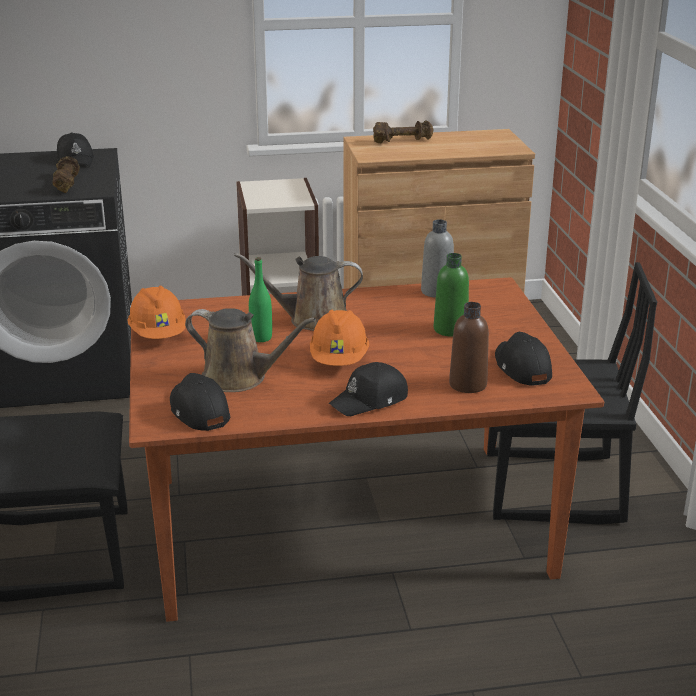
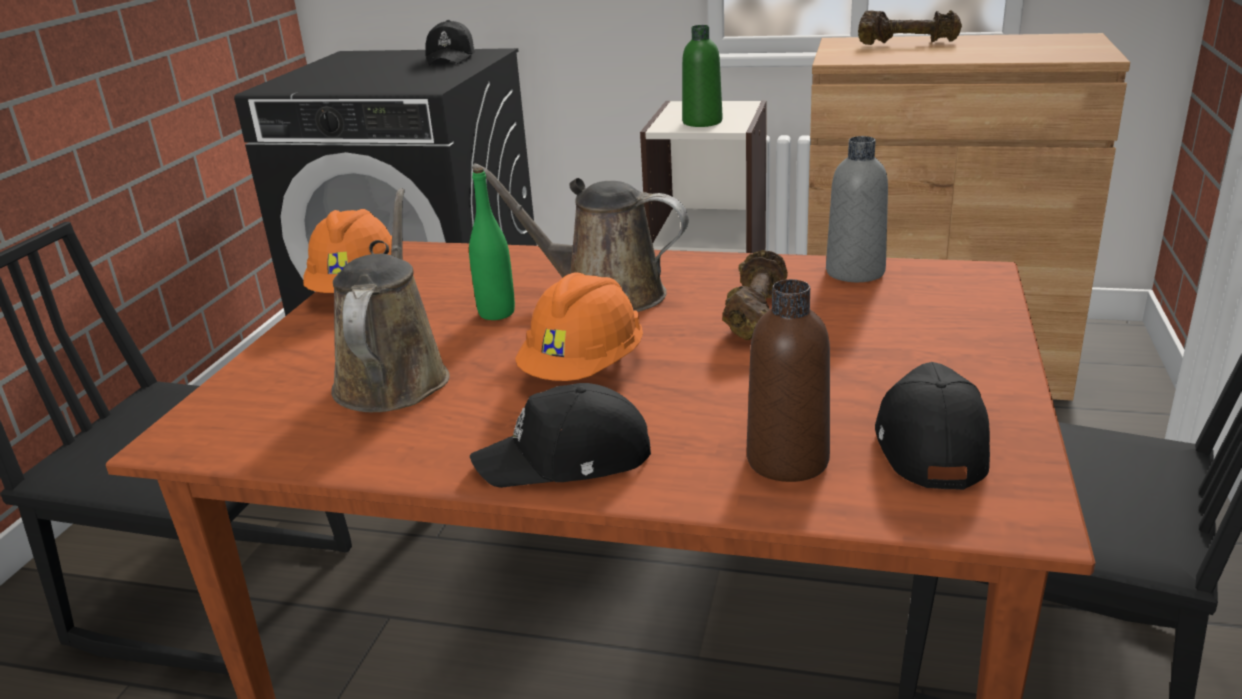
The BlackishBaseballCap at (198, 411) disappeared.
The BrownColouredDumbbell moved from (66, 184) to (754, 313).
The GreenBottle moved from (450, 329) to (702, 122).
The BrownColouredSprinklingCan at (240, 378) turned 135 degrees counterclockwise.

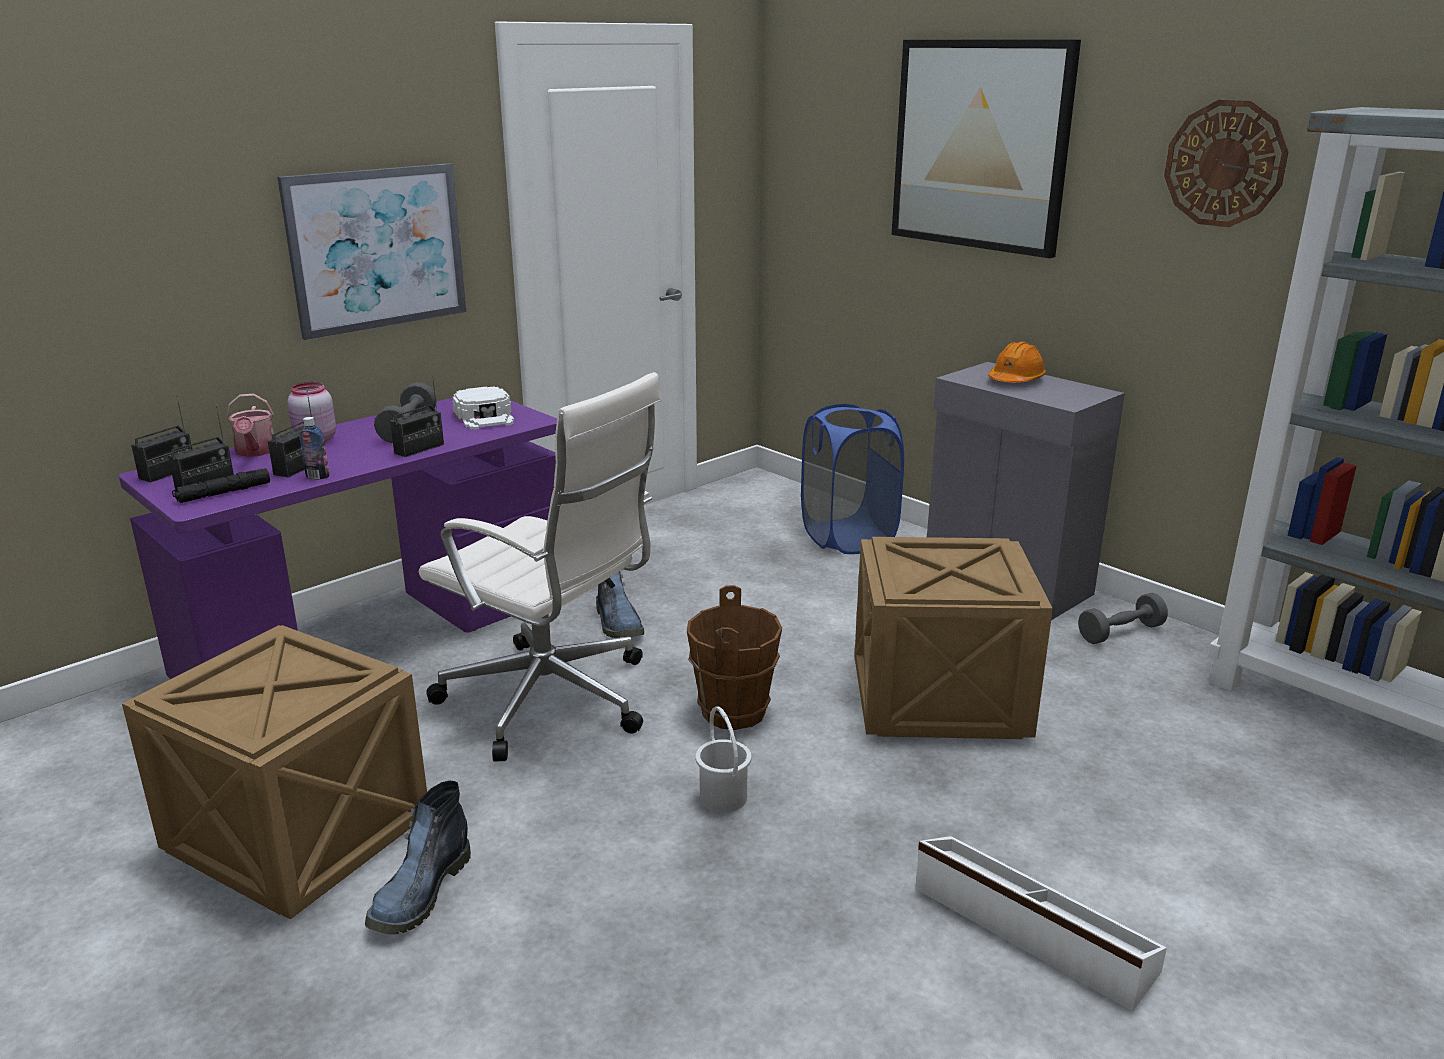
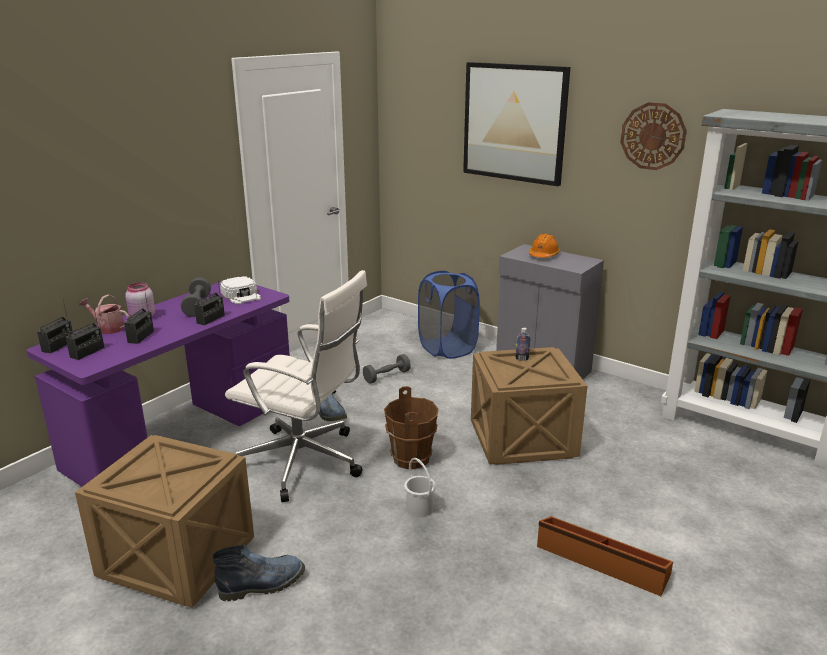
The BlackishHandTorch at (223, 493) disappeared.
The WallPicture at (377, 249) disappeared.
The Bottle moved from (317, 477) to (522, 359).
The GreyishDumbbell moved from (1120, 633) to (386, 376).
The WhitishStorageBin at (1030, 930) became the BrownColouredStorageBin at (601, 561).
The SprinklingCan at (255, 452) turned 135 degrees clockwise.
The Boot at (420, 894) turned 120 degrees counterclockwise.

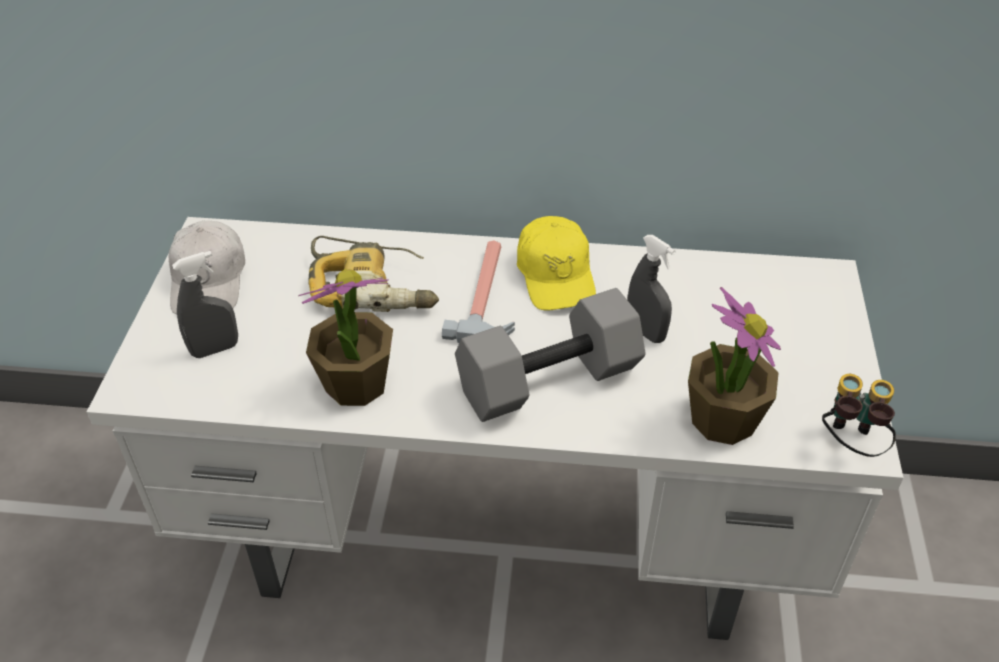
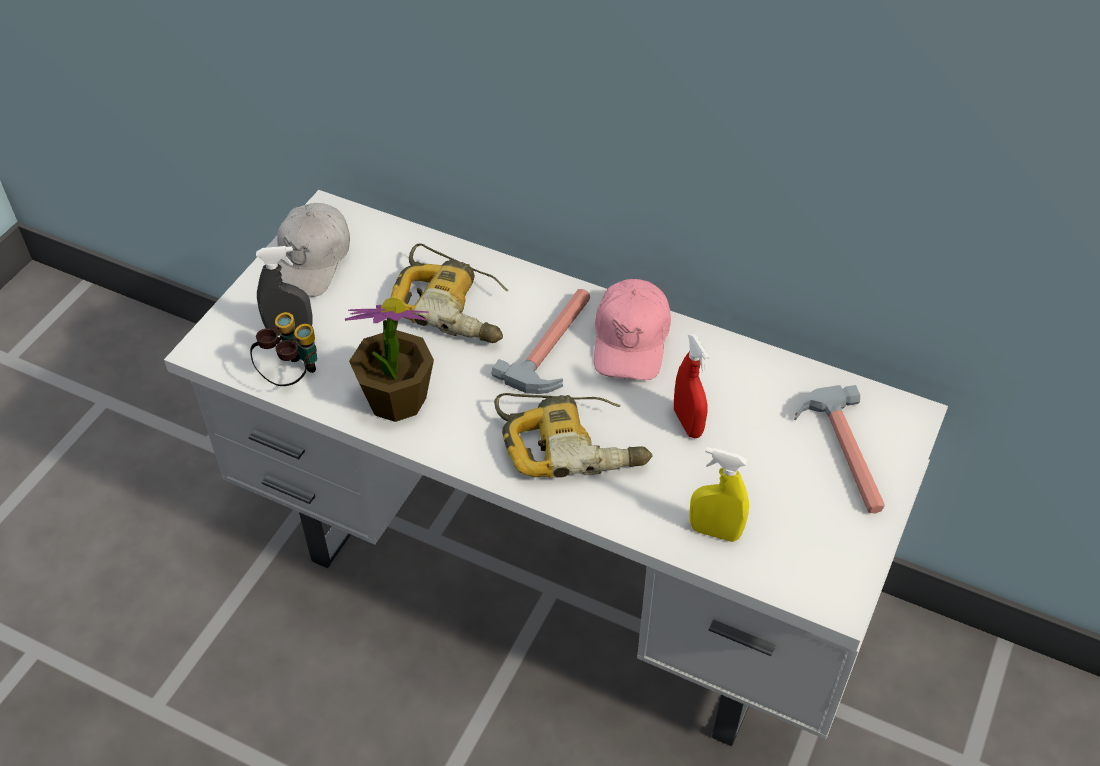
The HandHammer at (843, 454) appeared.
The Binoculars moved from (849, 444) to (291, 375).
The GreyishDumbbell at (549, 378) was replaced by the ElectricDrill at (572, 443).
The Houseplant at (722, 419) was replaced by the YellowColouredHandSprayer at (714, 531).
The YellowColouredBaseballCap at (556, 275) became the PinkishBaseballCap at (631, 340).
The GreyishHandSprayer at (645, 332) became the ReddishHandSprayer at (687, 423).

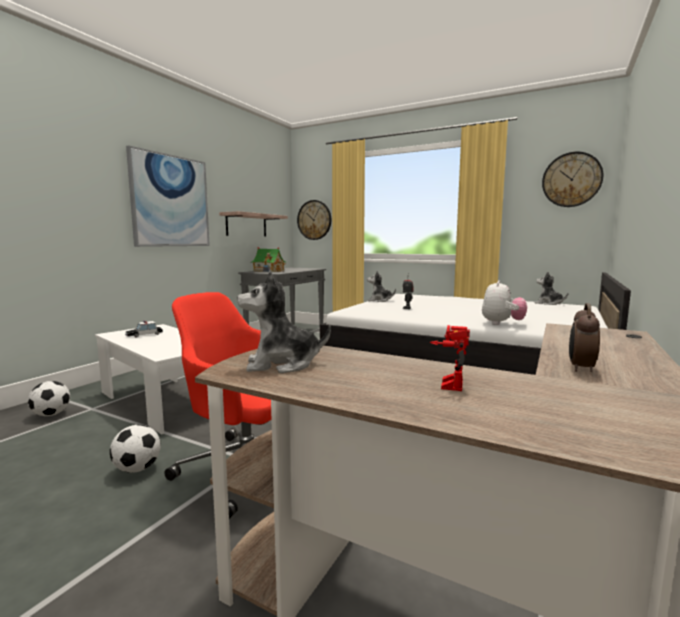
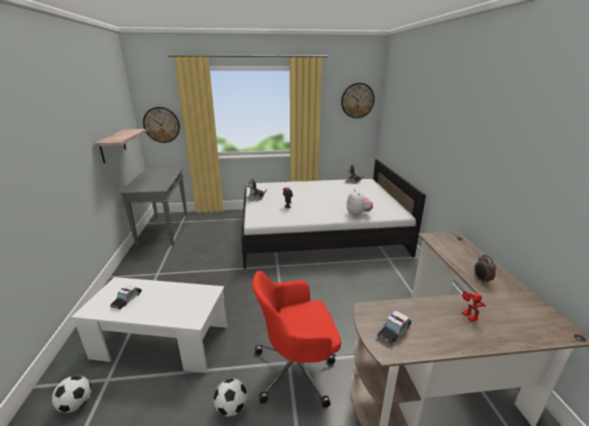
The WallPicture at (171, 201) disappeared.
The MiniatureHouse at (268, 271) disappeared.
The CuddlyToy at (282, 364) was replaced by the ModelCar at (394, 331).

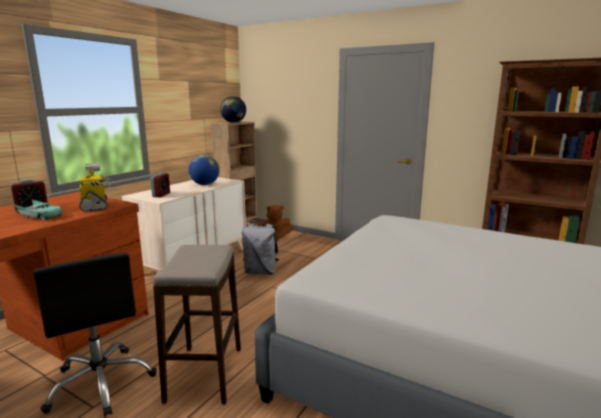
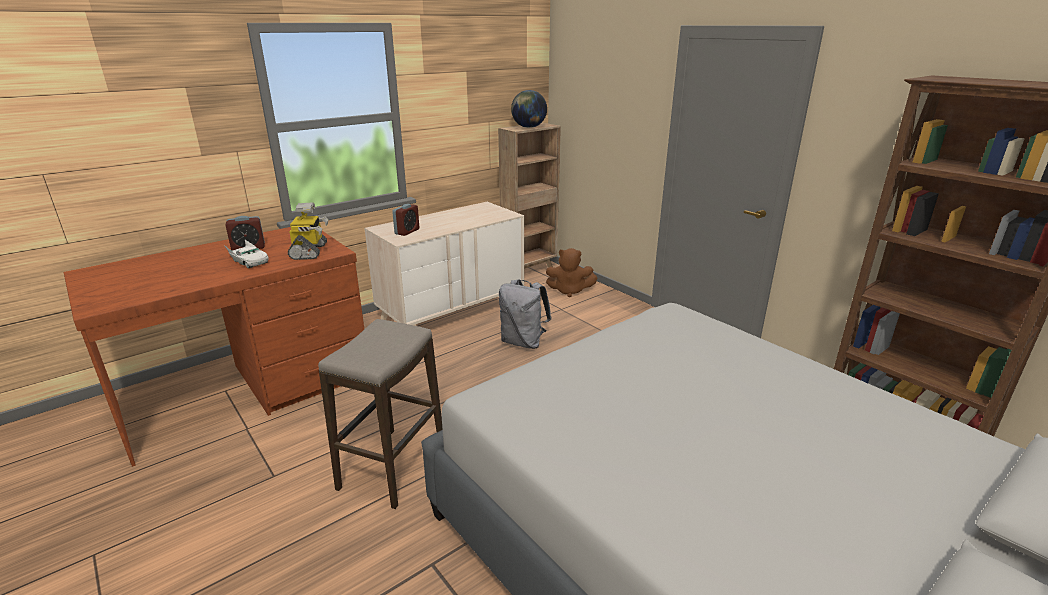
The BlackishOfficeChair at (101, 383) disappeared.
The DeskGlobe at (205, 184) disappeared.
The TurquoiseModelCar at (40, 216) became the WhitishModelCar at (249, 261).

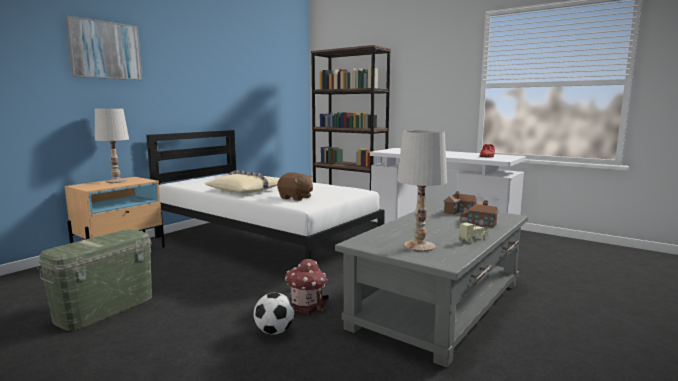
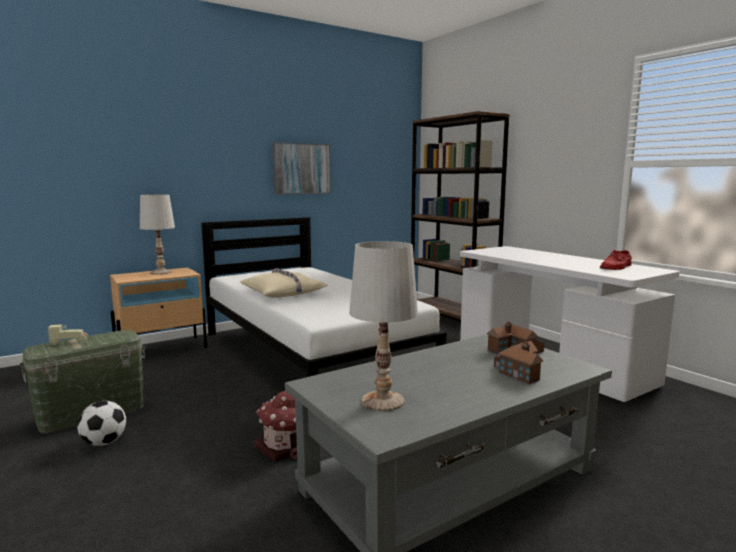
The BrownColouredCuddlyToy at (295, 198) disappeared.
The WallPicture moved from (105, 50) to (301, 168).
The Football moved from (274, 331) to (104, 442).
The BeigeColouredModelCar moved from (472, 239) to (69, 342).

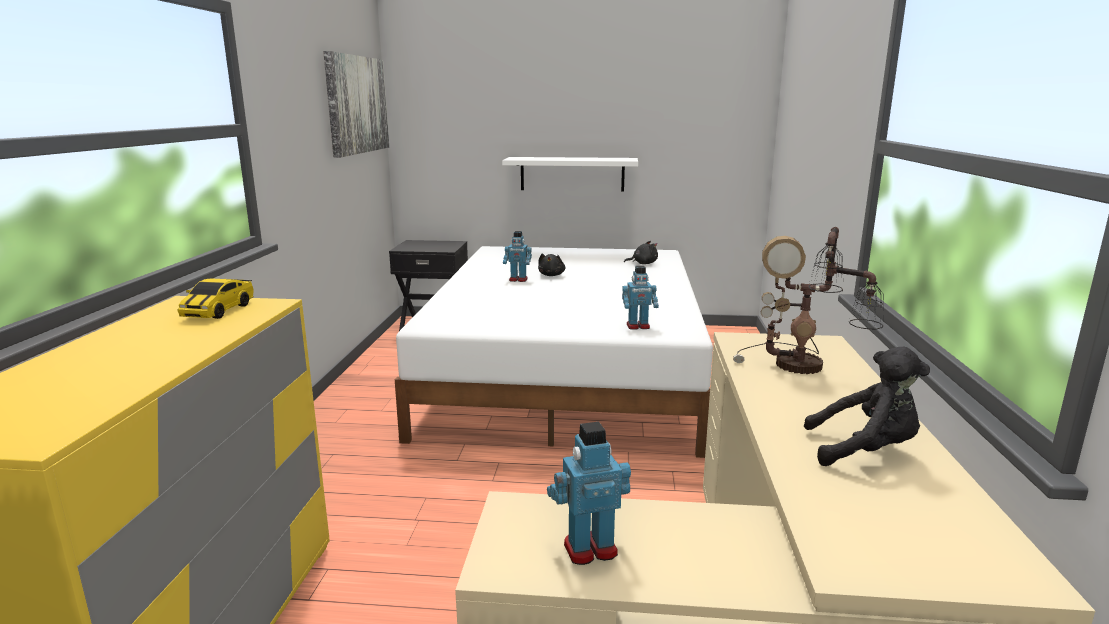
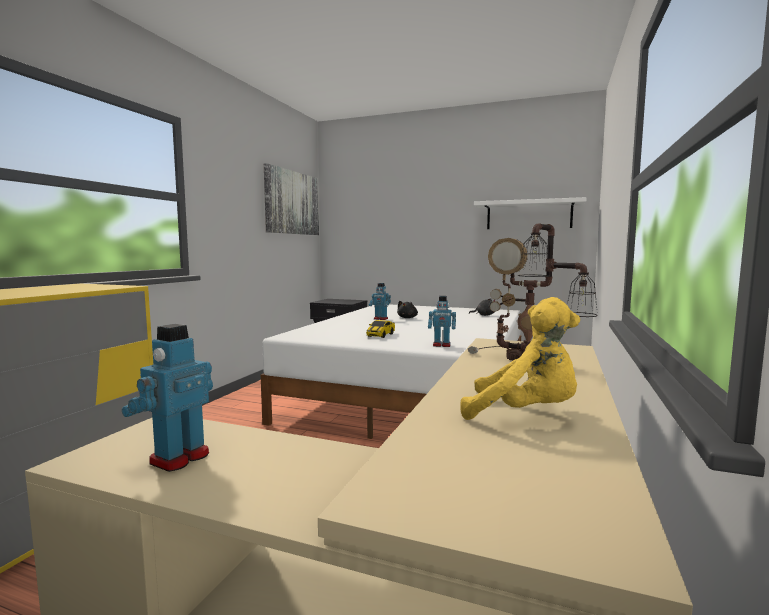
The ModelCar moved from (219, 310) to (381, 335).
The WhitishBracketShelf moved from (572, 174) to (528, 215).
The BlackishCuddlyToy at (864, 451) became the YellowColouredCuddlyToy at (525, 414).
The ToyRobot at (589, 548) turned 60 degrees counterclockwise.

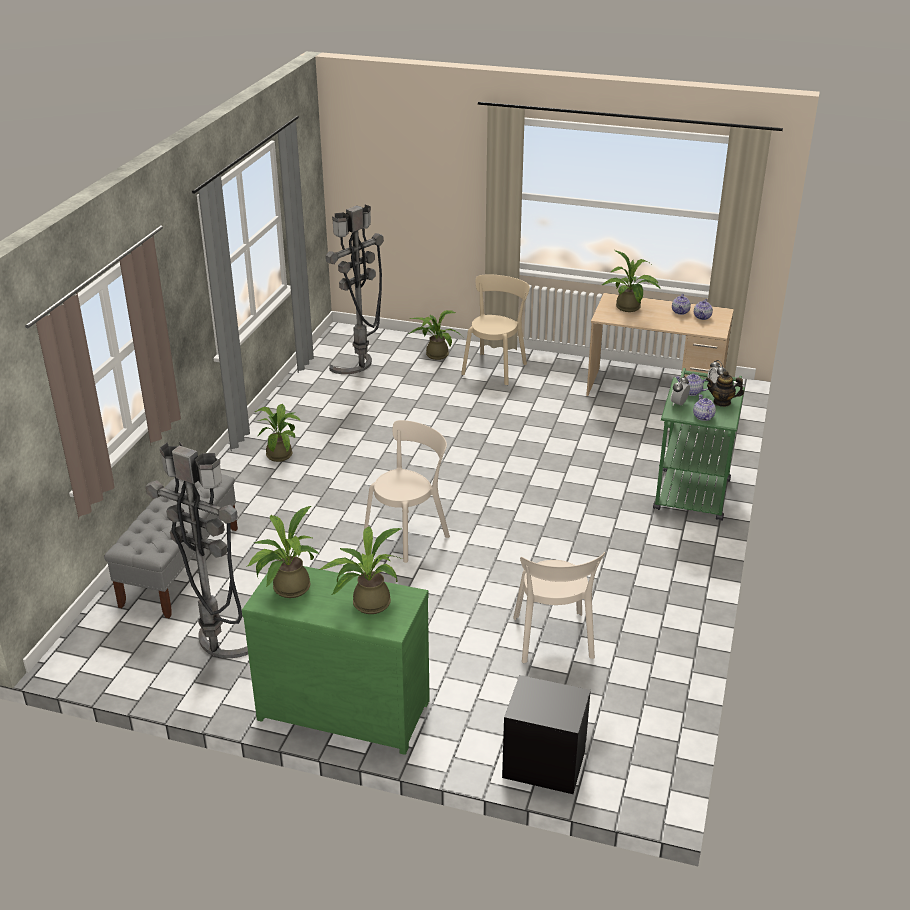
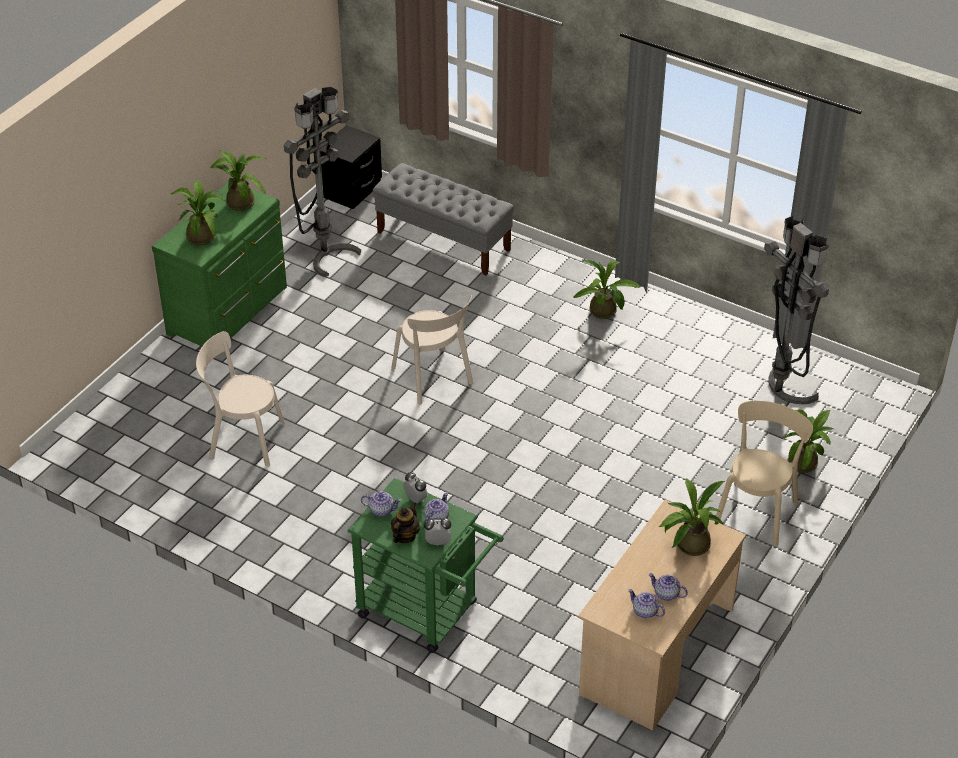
The BlackishNightTable moved from (544, 763) to (352, 191).
The BeigeColouredPlainChair at (495, 367) turned 105 degrees counterclockwise.

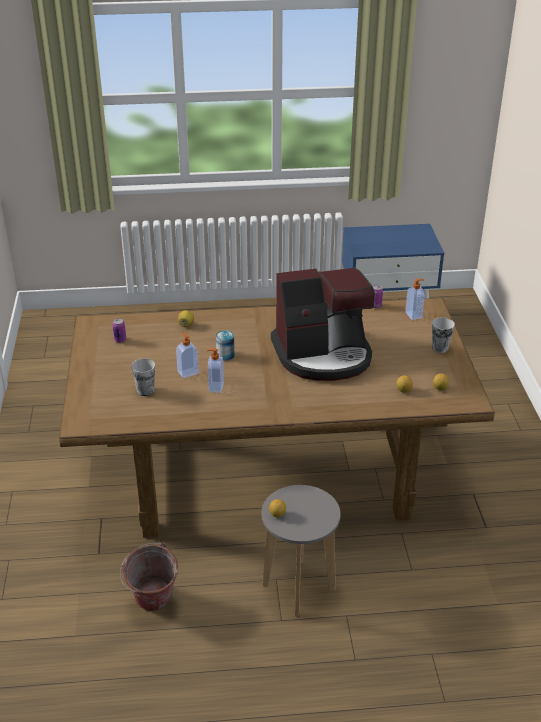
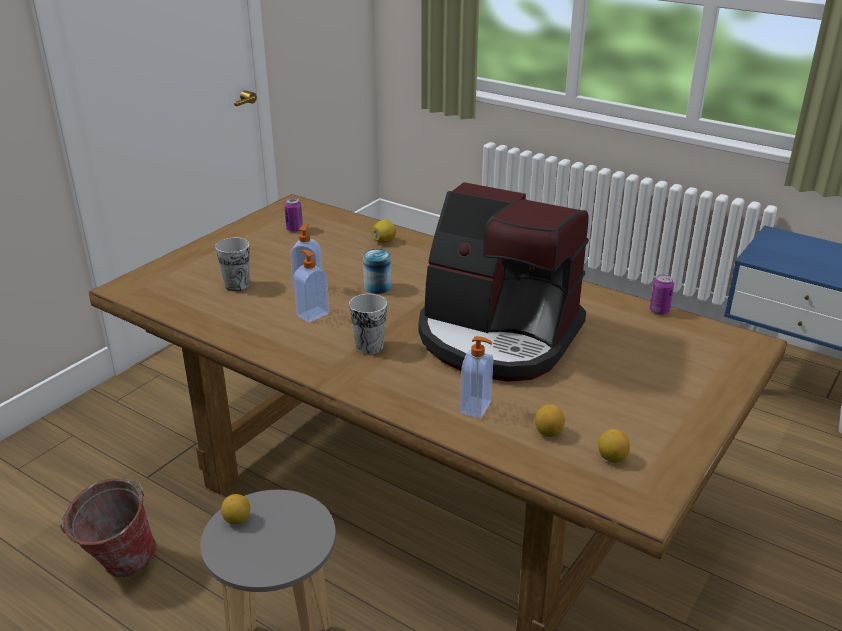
The LiquidSoapBottle moved from (414, 315) to (477, 408).
The Cup moved from (440, 348) to (369, 347).

